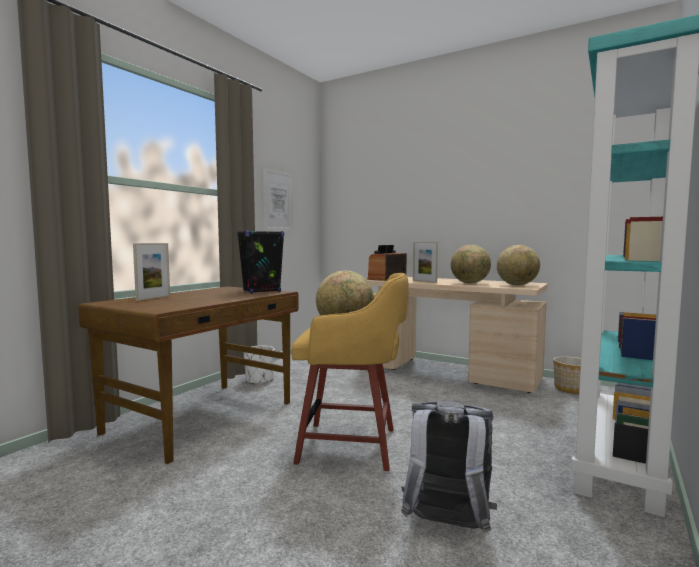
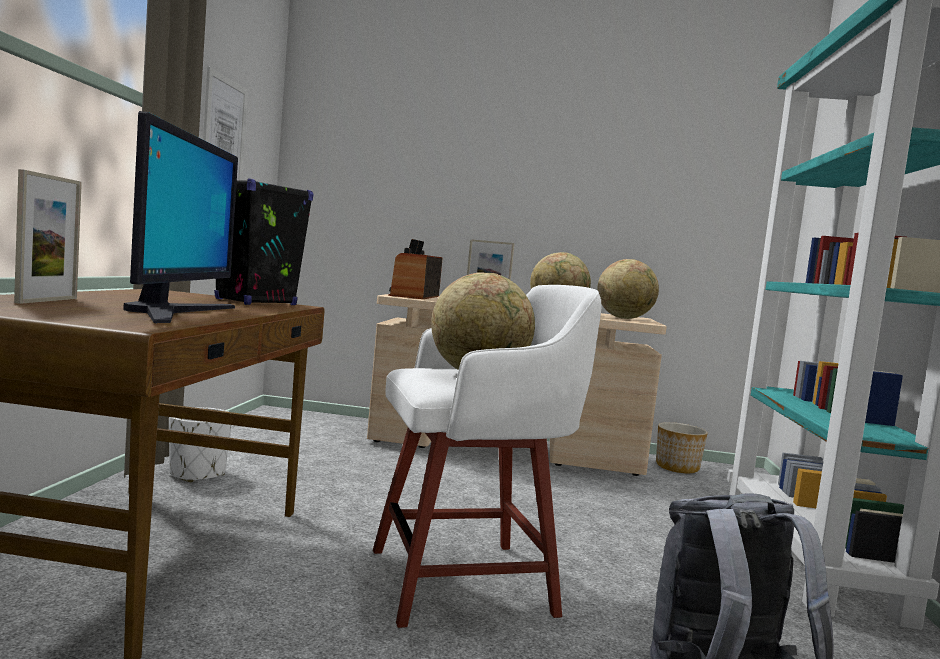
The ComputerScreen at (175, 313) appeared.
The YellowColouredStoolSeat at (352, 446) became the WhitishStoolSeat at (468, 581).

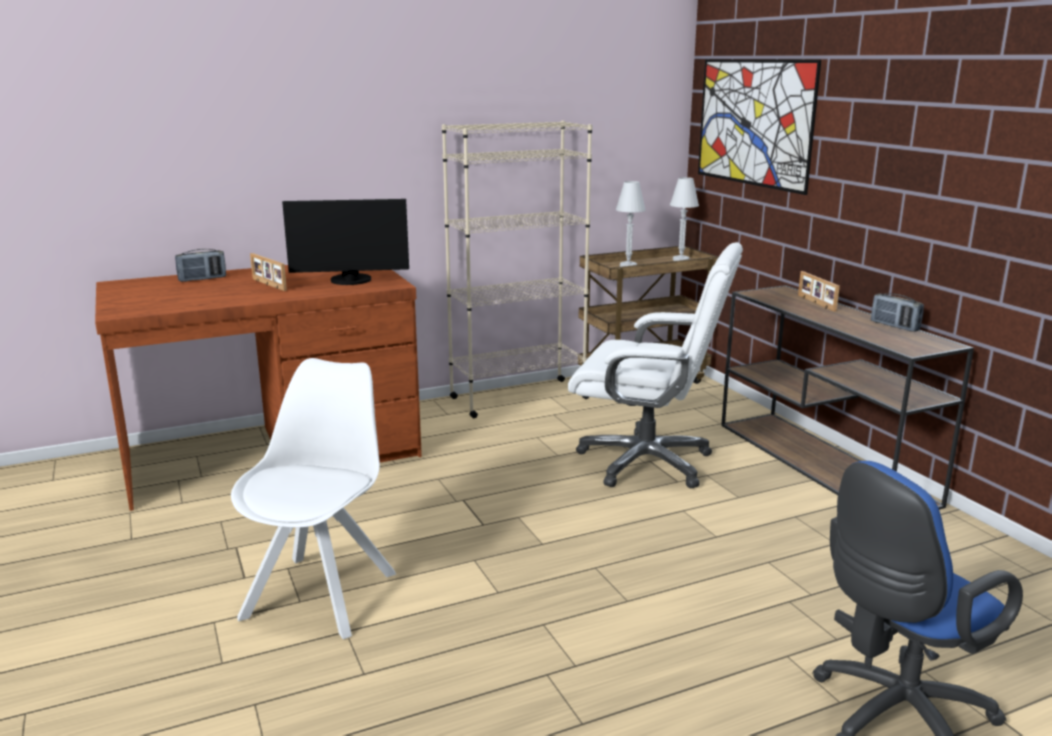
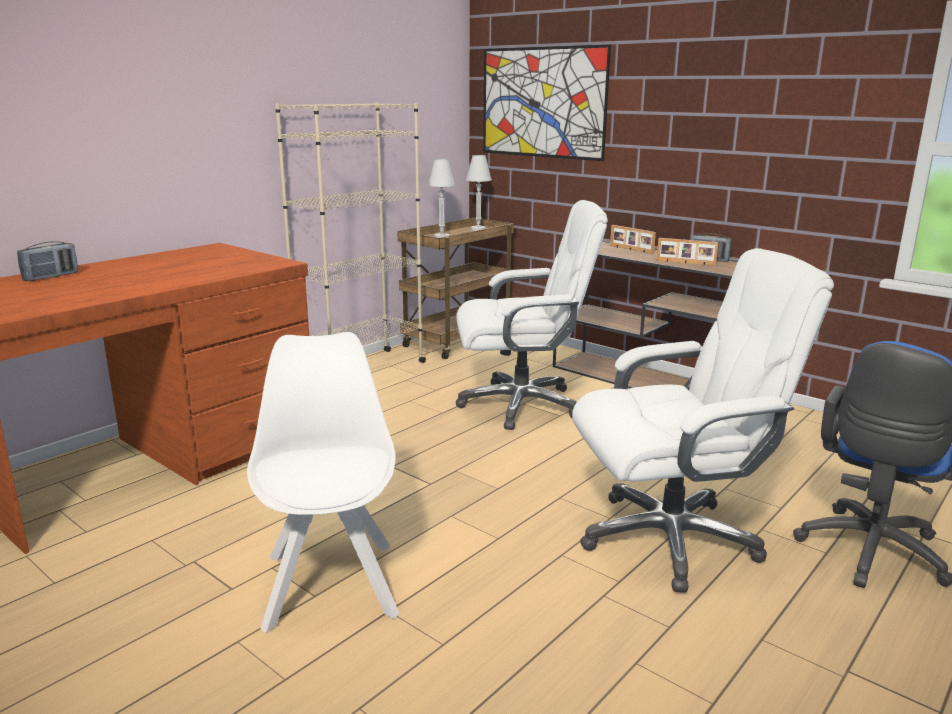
The ComputerScreen at (351, 281) disappeared.
The WhitishOfficeChair at (671, 538) appeared.
The StandingFrame moved from (268, 285) to (685, 263).

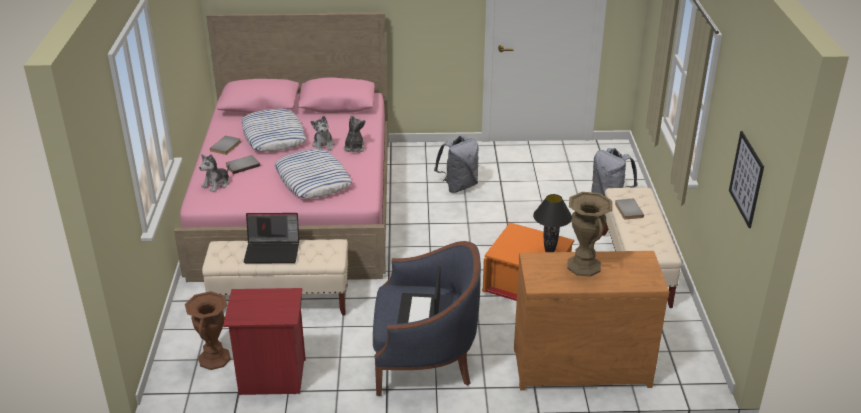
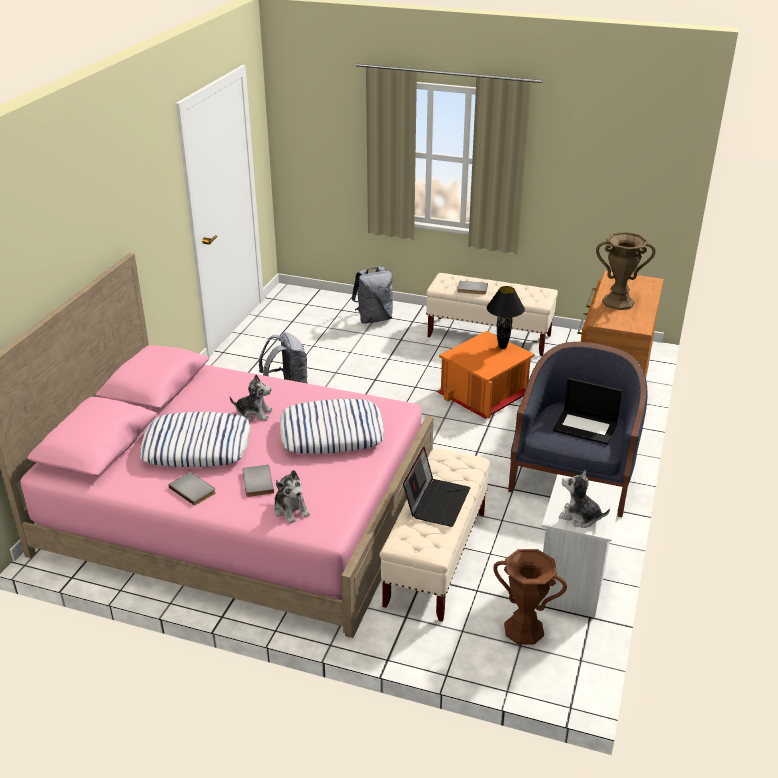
The WallPicture at (746, 179) disappeared.
The CuddlyToy moved from (354, 148) to (580, 517).
The ReddishNightTable at (271, 378) became the WhitishNightTable at (573, 587).

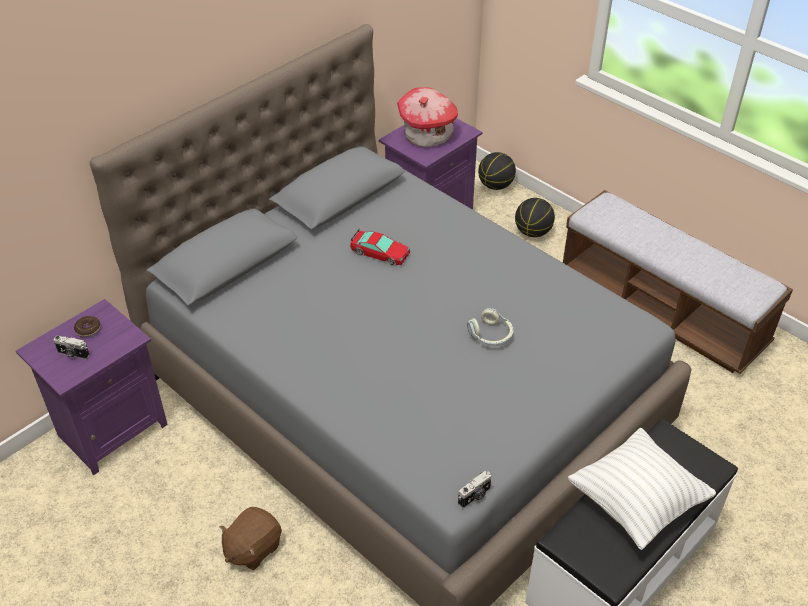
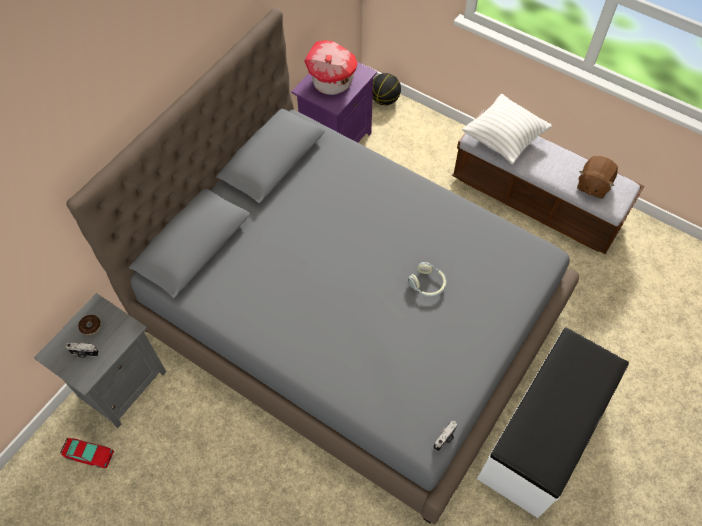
The Basketball at (532, 232) disappeared.
The BrownColouredCuddlyToy moved from (252, 548) to (593, 185).
The ModelCar moved from (379, 253) to (89, 454).
The WhitishPillow moved from (636, 502) to (503, 139).
The PurplishNightTable at (111, 429) became the GreyishNightTable at (121, 384).

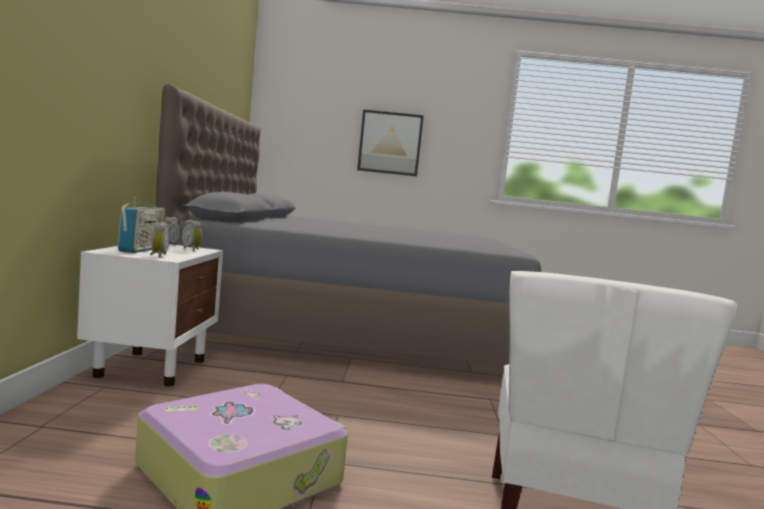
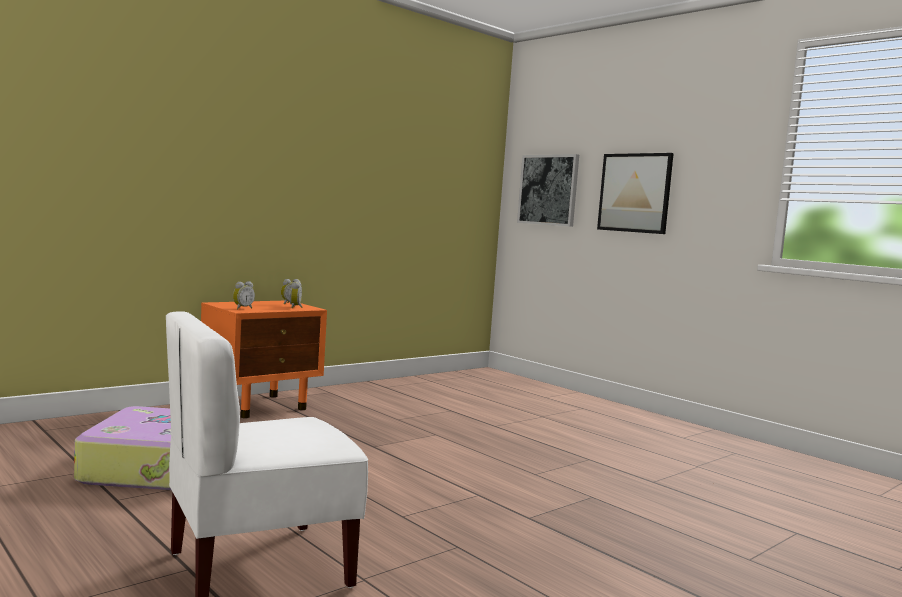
The Radio at (142, 249) disappeared.
The GreyishBedroomBed at (355, 330) disappeared.
The WallPicture at (548, 190) appeared.
The WhitishNightTable at (152, 367) became the OrangeyNightTable at (261, 405).

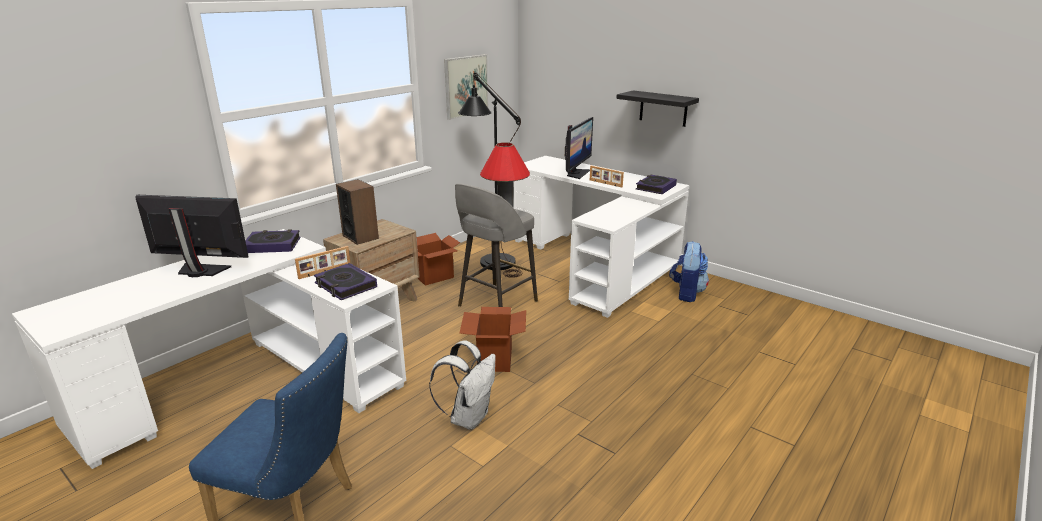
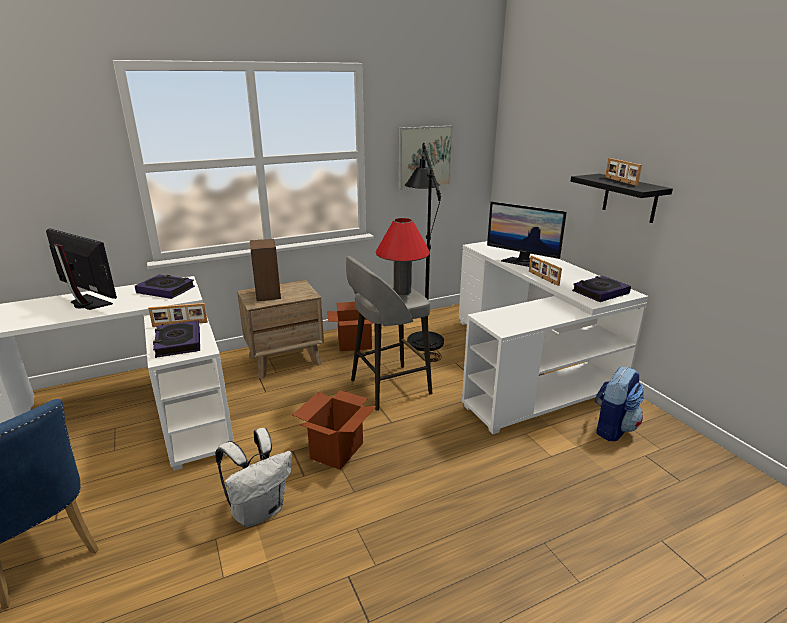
The StandingFrame at (620, 181) appeared.
The ComputerScreen at (576, 173) turned 75 degrees clockwise.

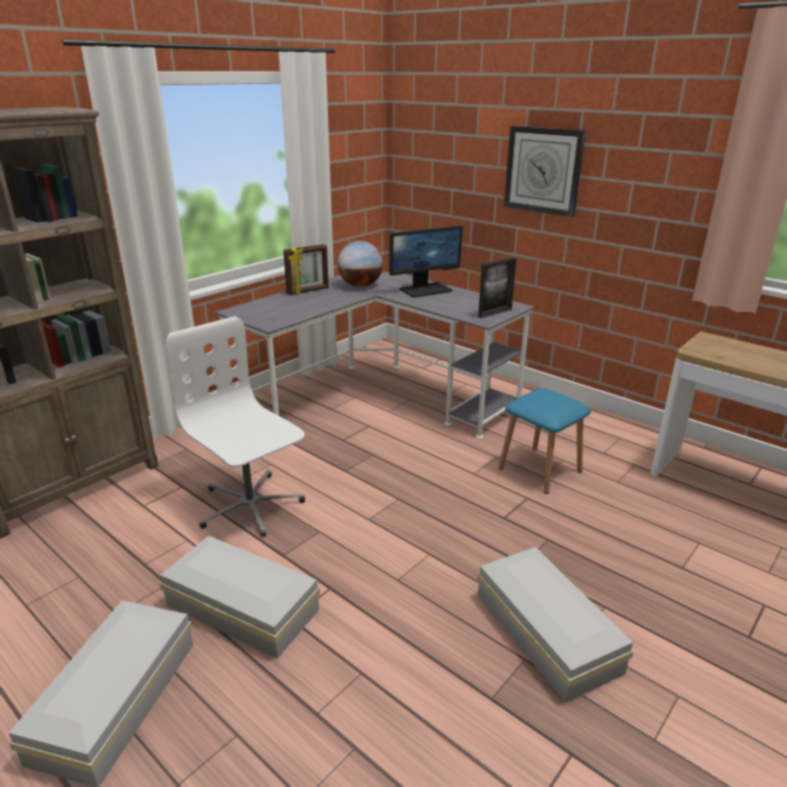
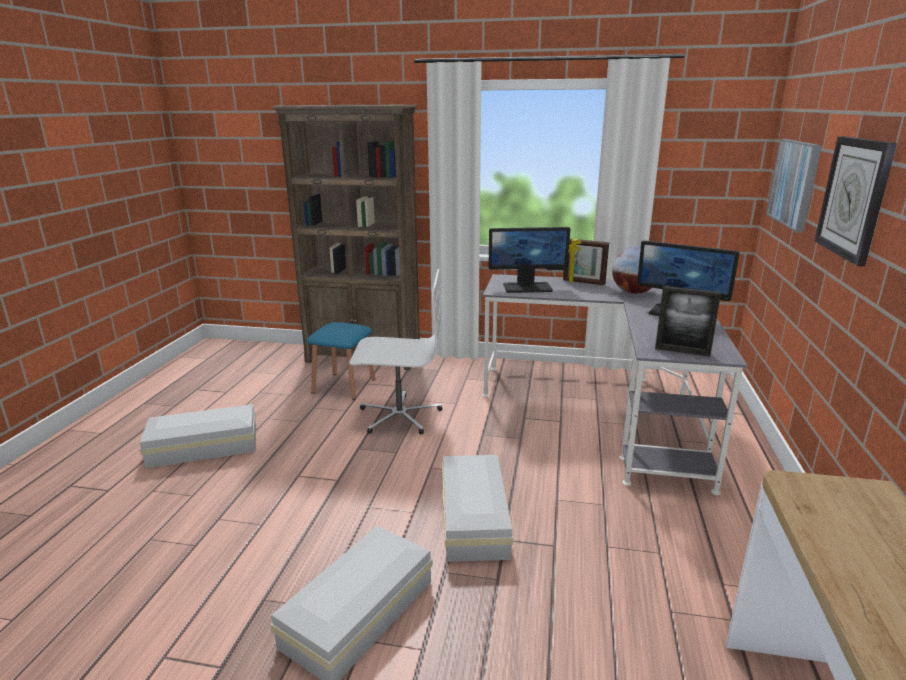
The ComputerScreen at (527, 287) appeared.
The WallPicture at (794, 183) appeared.
The WhitishStorageBin moved from (241, 605) to (475, 516).
The BlueColouredStoolSeat moved from (540, 469) to (344, 386).
The WhitishOfficeChair at (249, 506) turned 75 degrees clockwise.

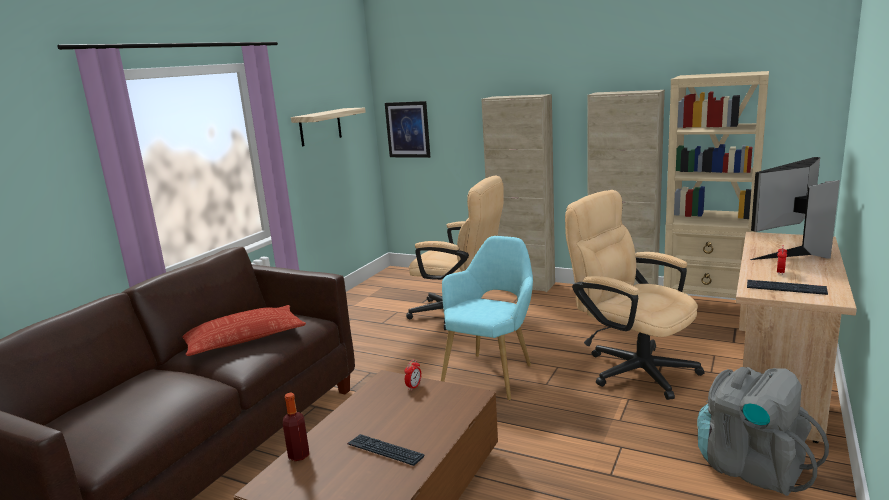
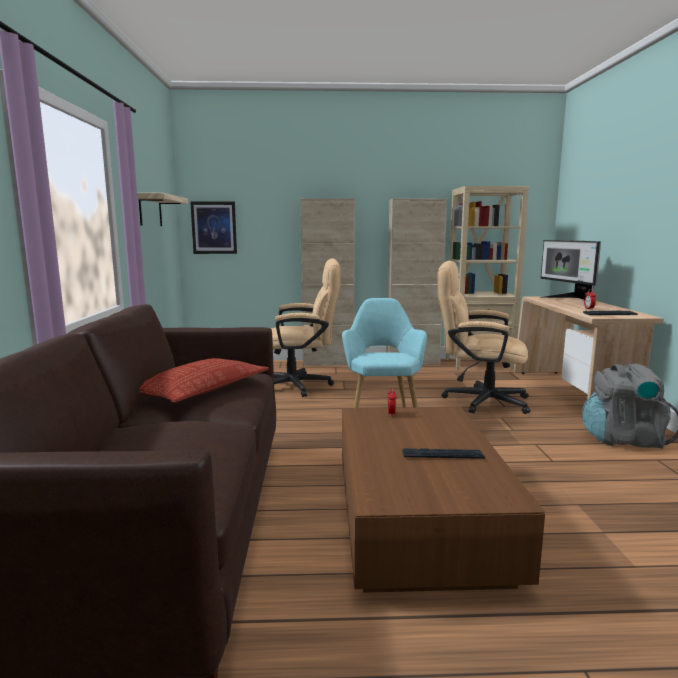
The Bottle at (299, 455) disappeared.
The ComputerScreen at (795, 251) turned 45 degrees counterclockwise.

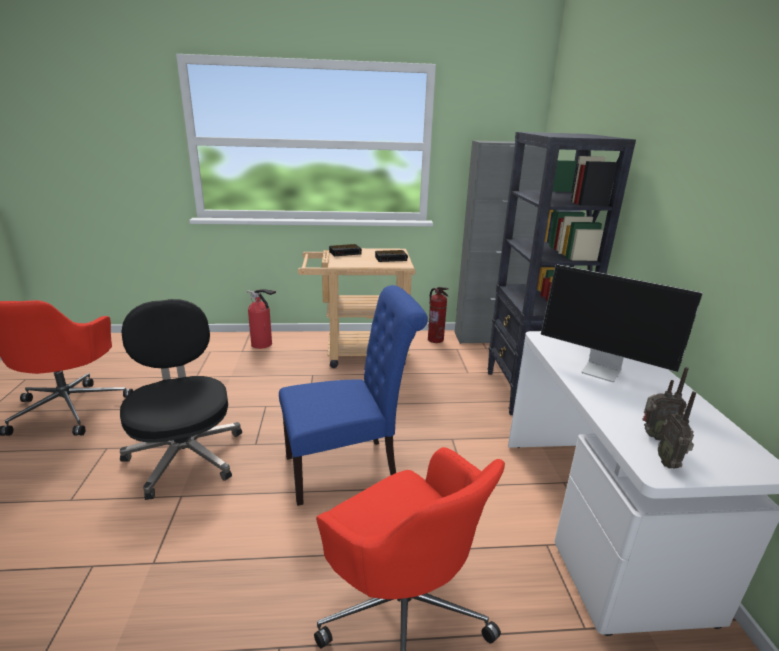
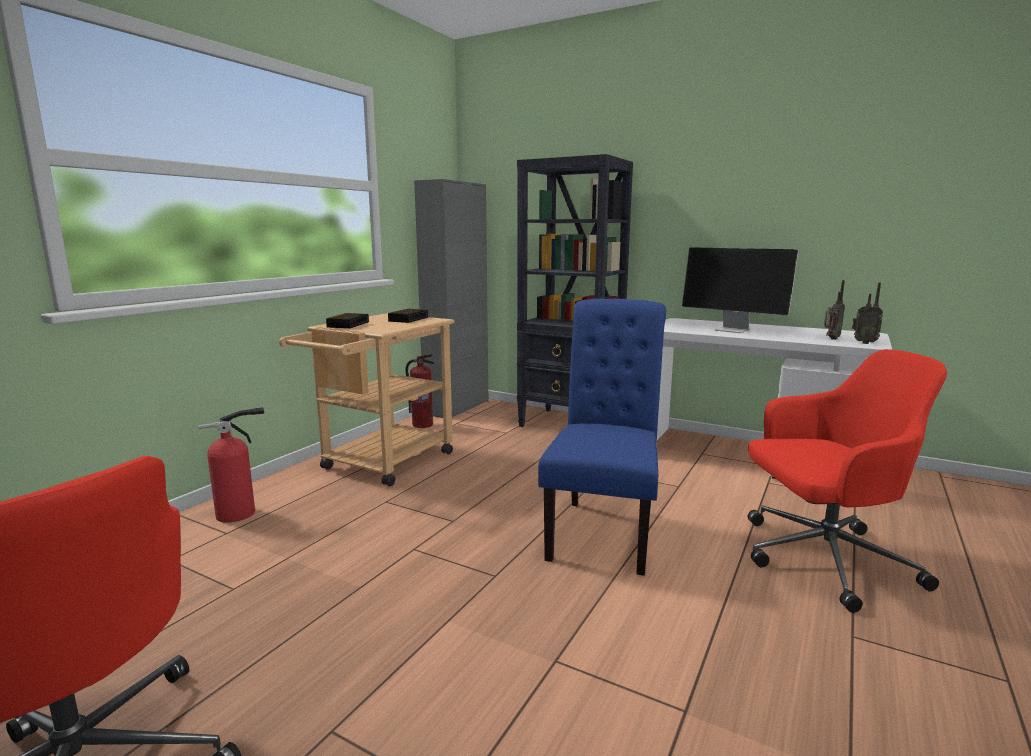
The BlackishOfficeChair at (185, 455) disappeared.
The ComputerScreen at (603, 371) turned 60 degrees clockwise.

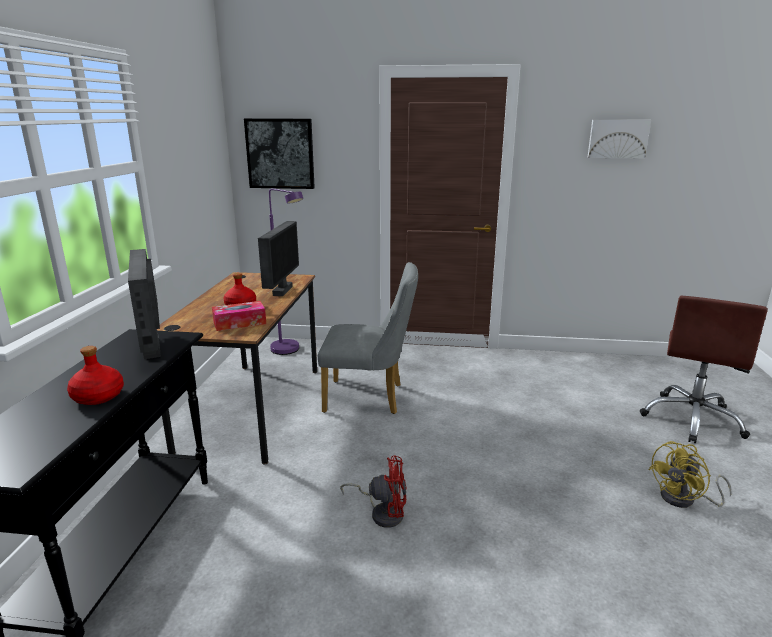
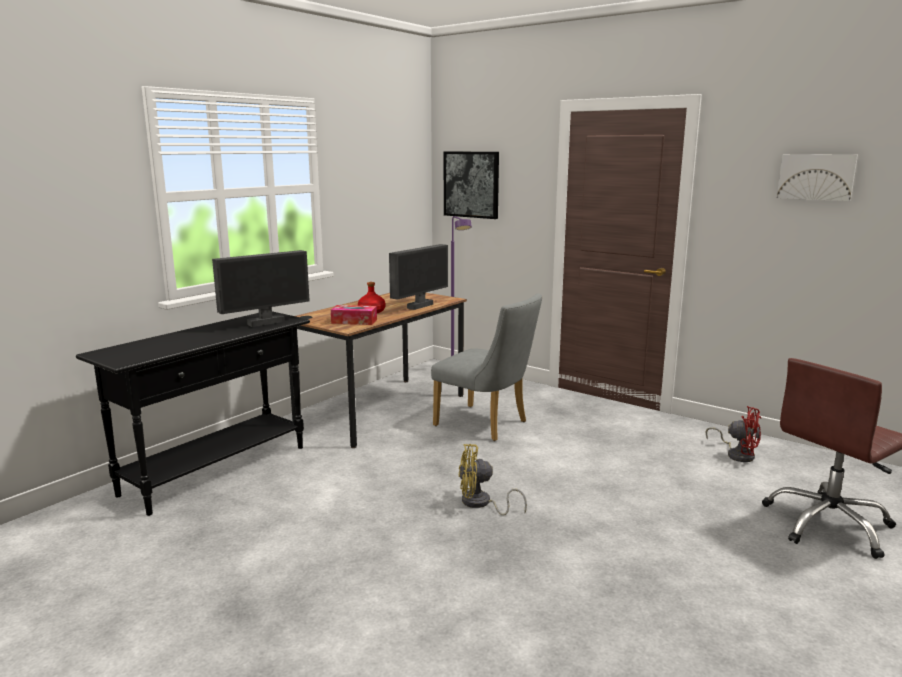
The ReddishBottle at (99, 397) disappeared.
The ReddishCoolingFan moved from (383, 513) to (737, 454).
The YellowColouredCoolingFan moved from (684, 499) to (481, 504).
The ComputerScreen at (154, 349) turned 135 degrees counterclockwise.

